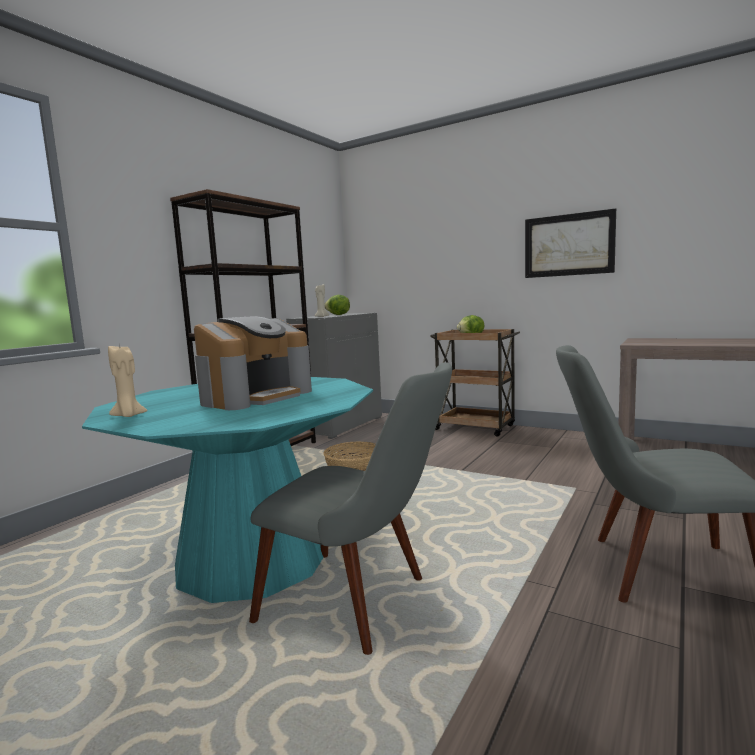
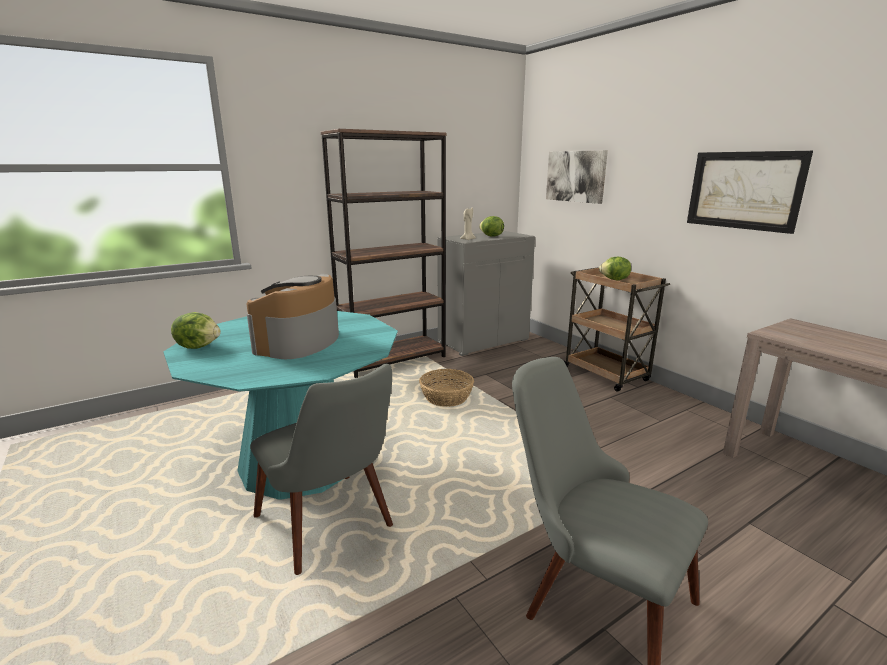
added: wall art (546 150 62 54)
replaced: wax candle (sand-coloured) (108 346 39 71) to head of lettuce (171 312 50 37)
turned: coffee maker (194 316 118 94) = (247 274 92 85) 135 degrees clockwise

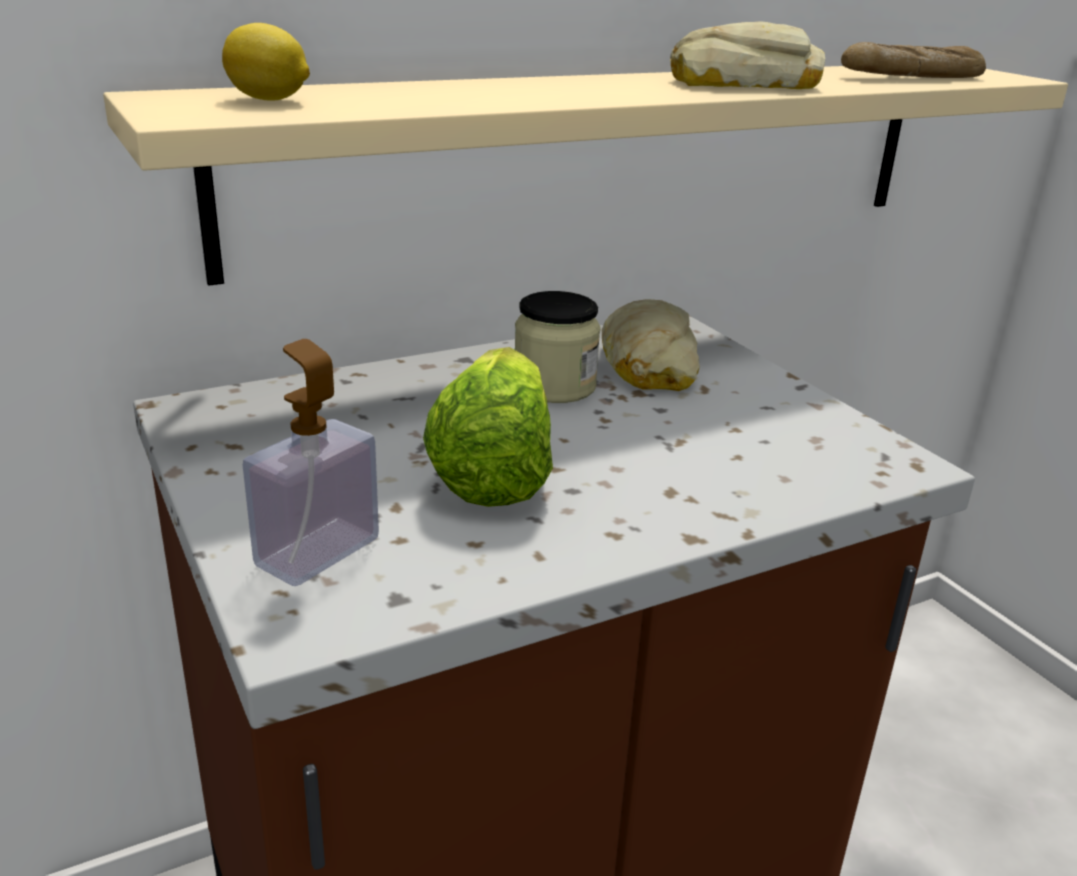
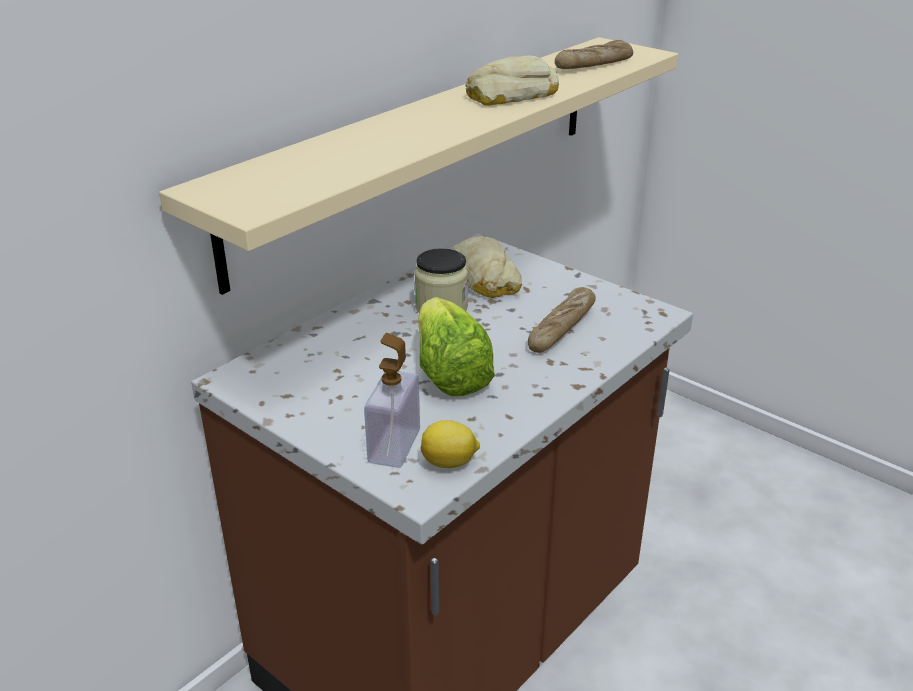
added: bakery bread (528 287 68 66)
moved: whole lemon (222 23 88 78) to (421 420 59 48)

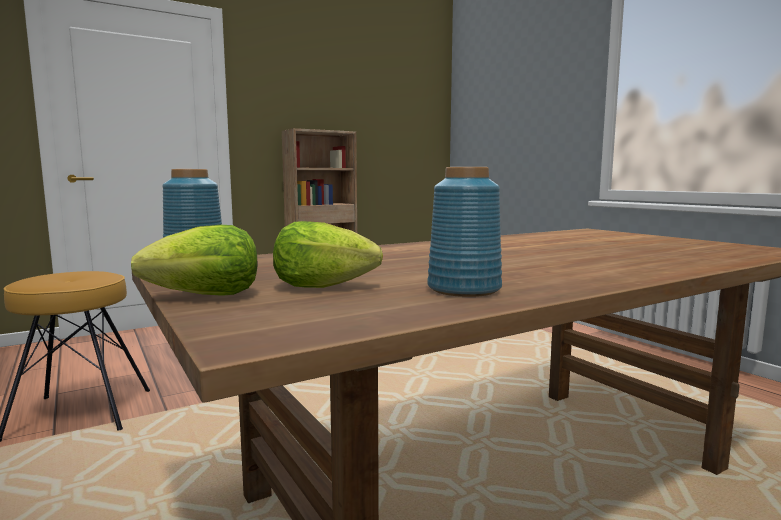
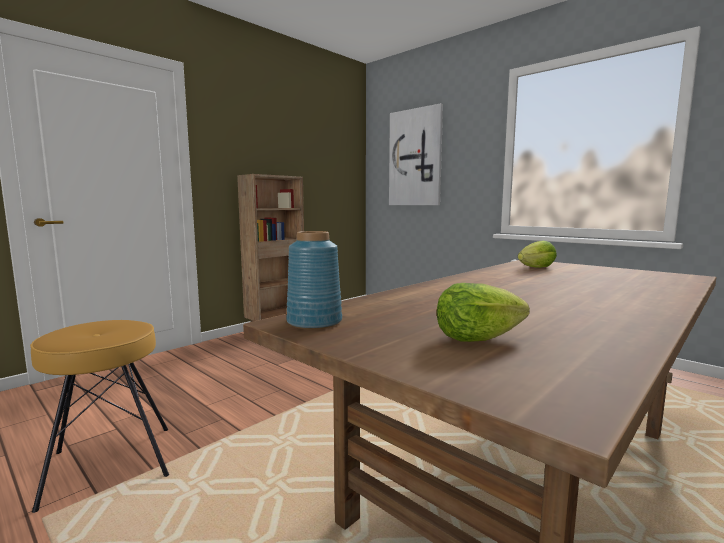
removed: decorative vase (blue) (427 167 75 130)
added: wall art (389 103 54 102)
moved: head of lettuce (131 225 127 71) to (518 241 39 27)

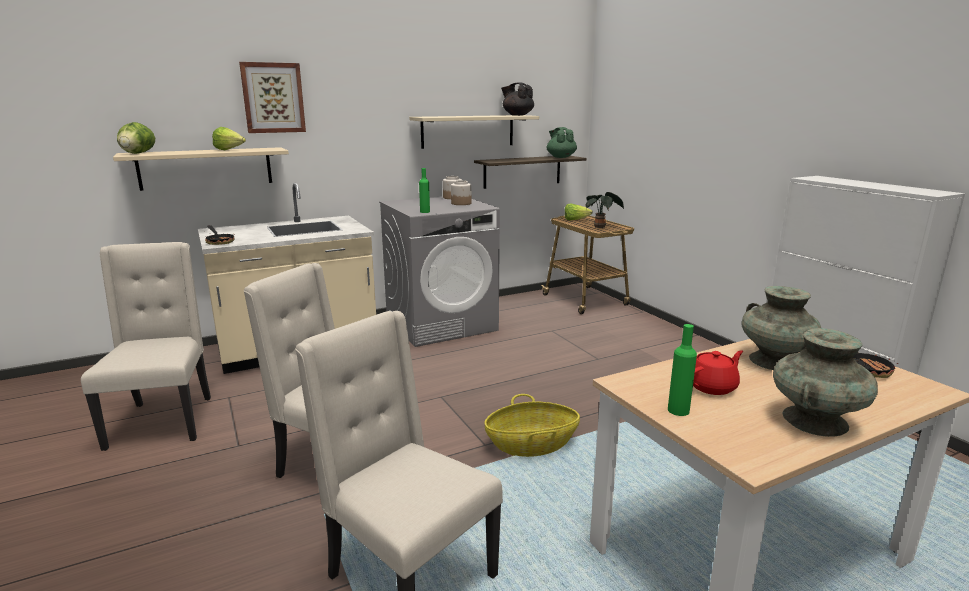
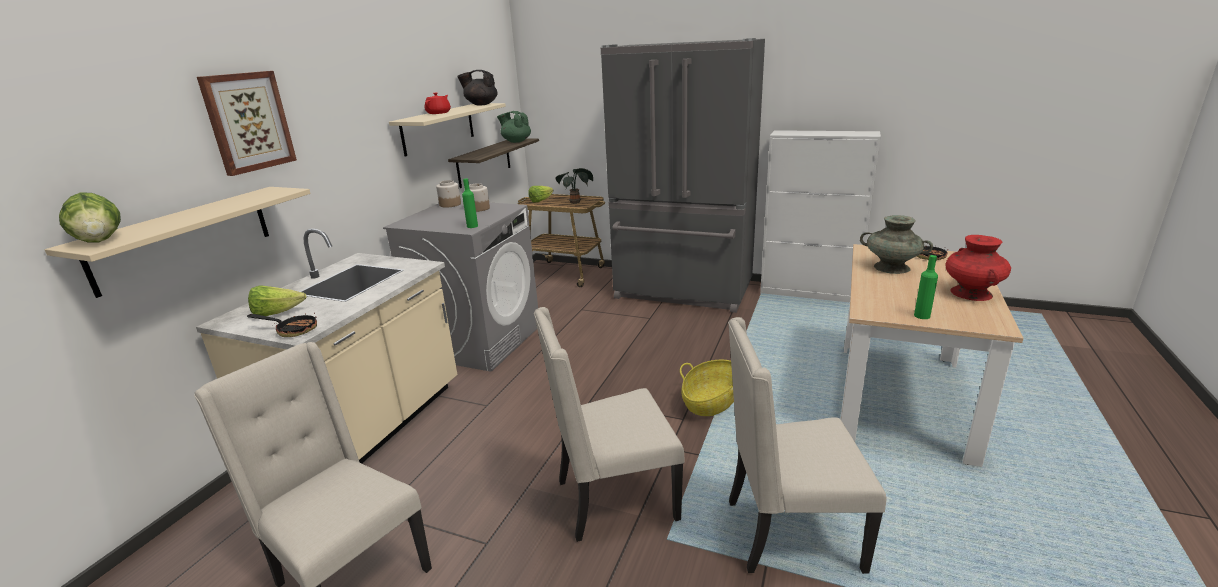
added: kitchen fridge (greyish) (601 38 164 275)
moved: head of lettuce (212 127 34 23) to (248 285 59 31); teapot (red-coloured) (693 350 50 45) to (425 93 26 21)
recoloured: decorative vase (turquoise-coloured) (773 328 105 109) to decorative vase (red-coloured) (946 235 65 66)

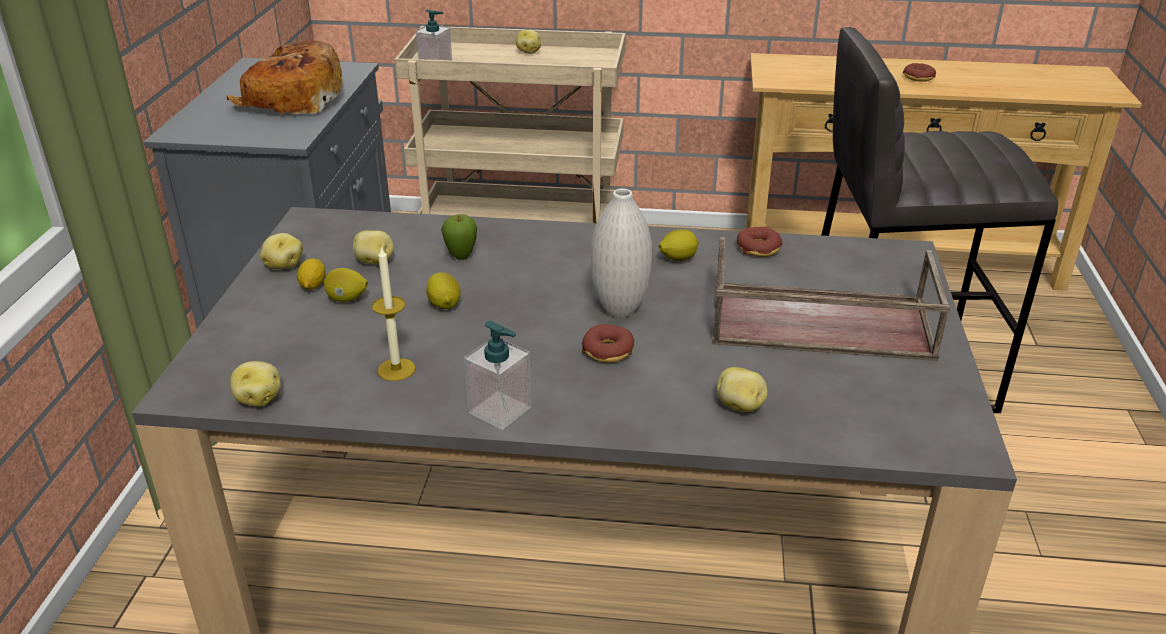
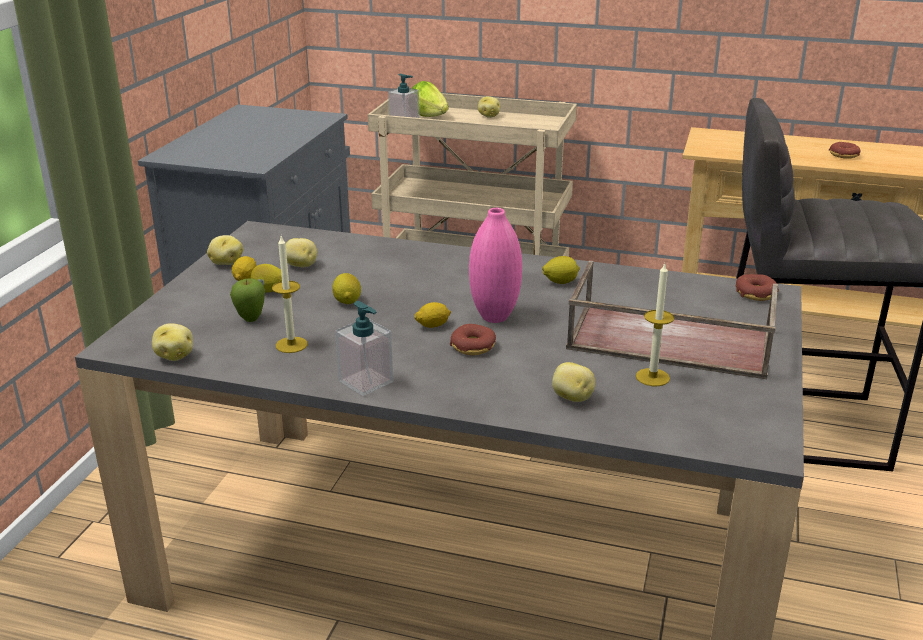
removed: bakery bread (227 40 116 75)
added: head of lettuce (412 81 37 36); whole lemon (414 302 37 26); wax candle (636 263 38 123)
moved: apple fruit (441 214 36 46) to (230 279 35 43); doughnut (737 227 46 30) to (736 274 43 27)
recoloured: decorative vase (white-coloured) (591 188 61 130) to decorative vase (pink-coloured) (469 208 53 115)

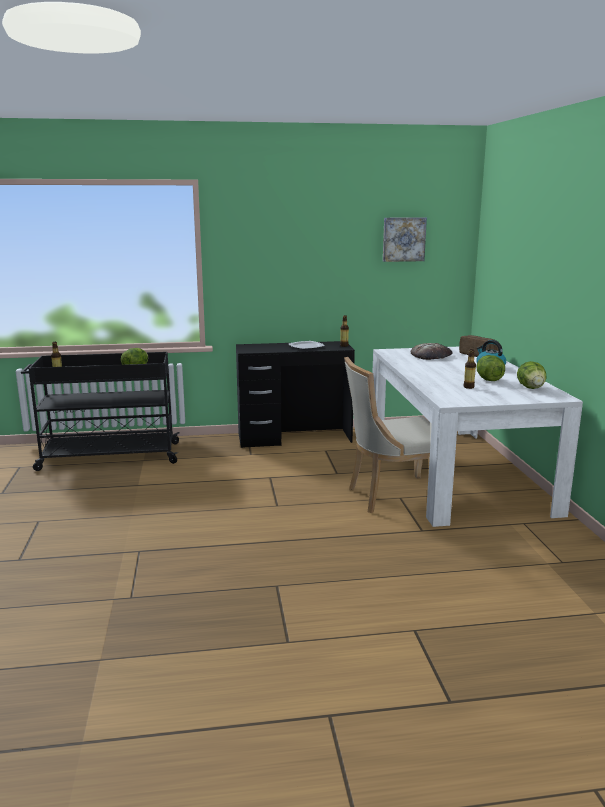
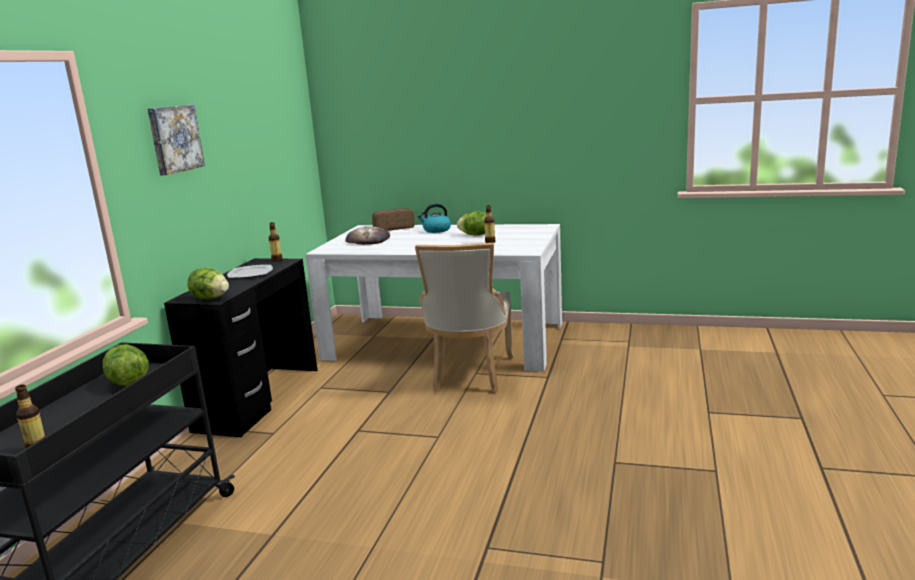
moved: wall art (383 217 44 45) to (148 104 57 71); head of lettuce (517 361 30 28) to (187 268 42 31)

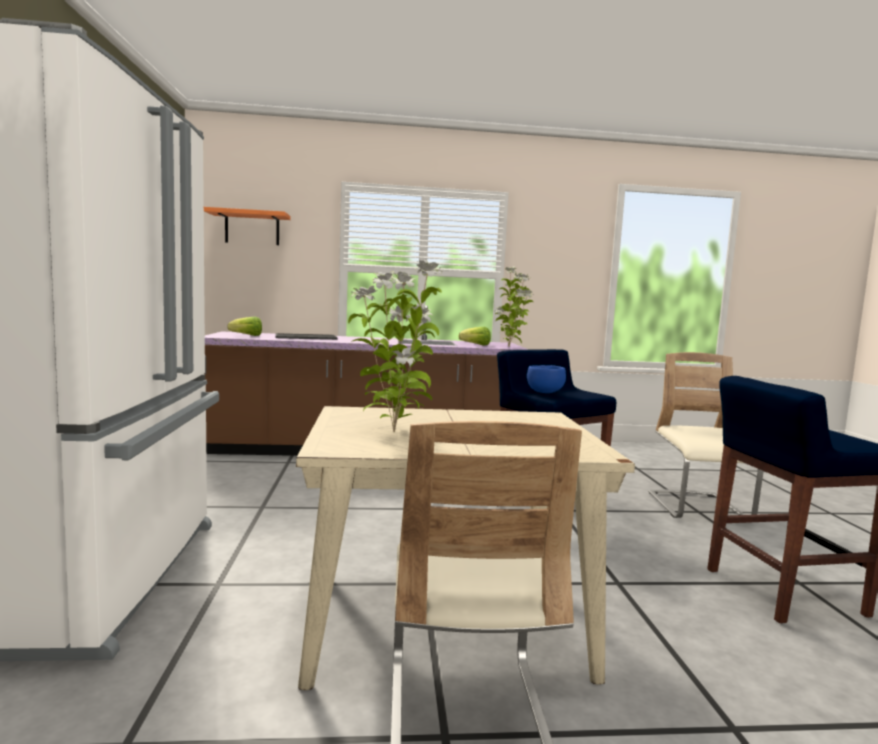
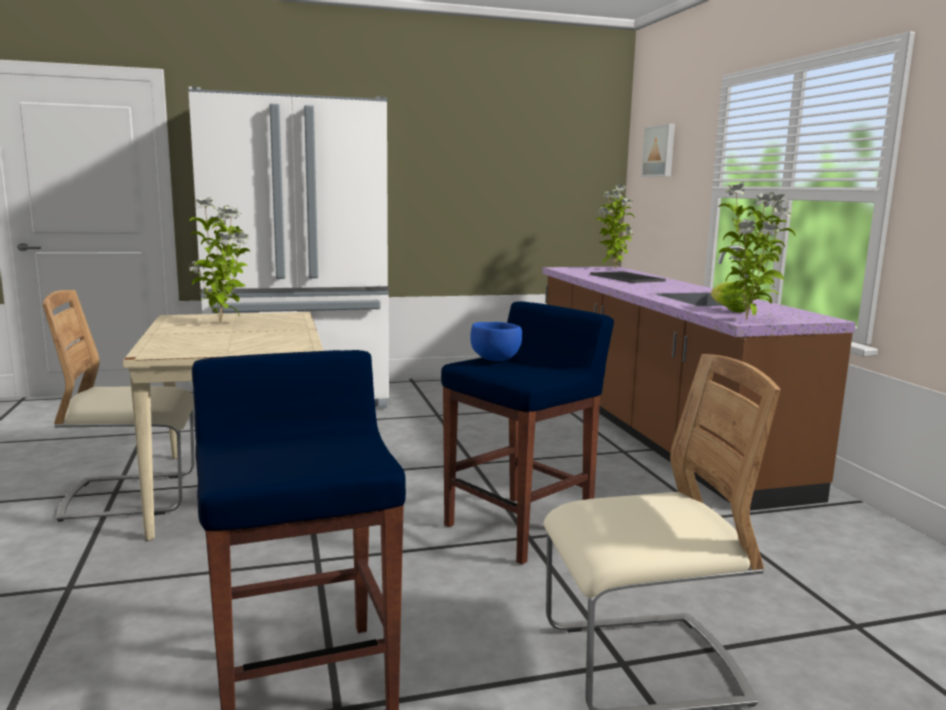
removed: head of lettuce (227 317 35 19)
added: houseplant (596 184 38 85)
replaced: wall shelf (orange) (204 207 87 38) to wall art (641 123 34 54)

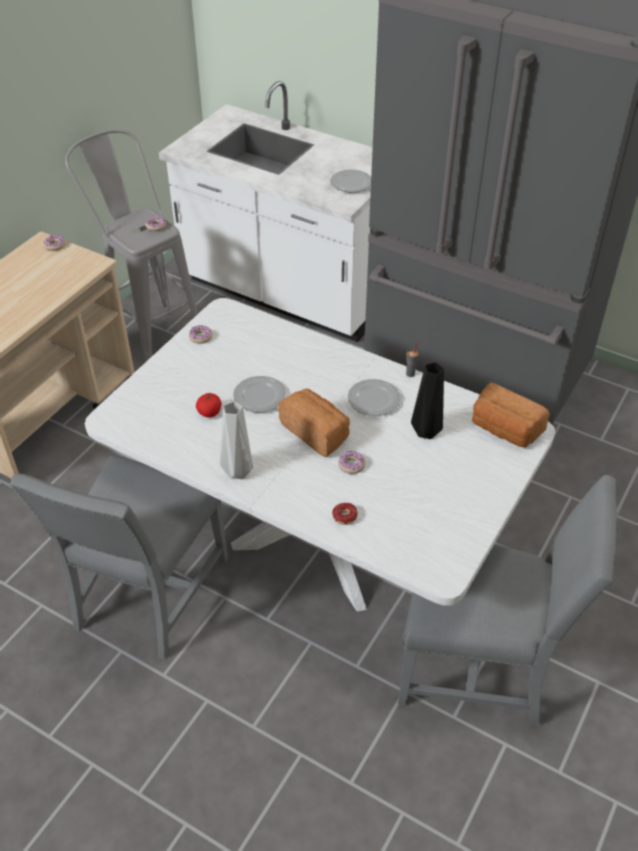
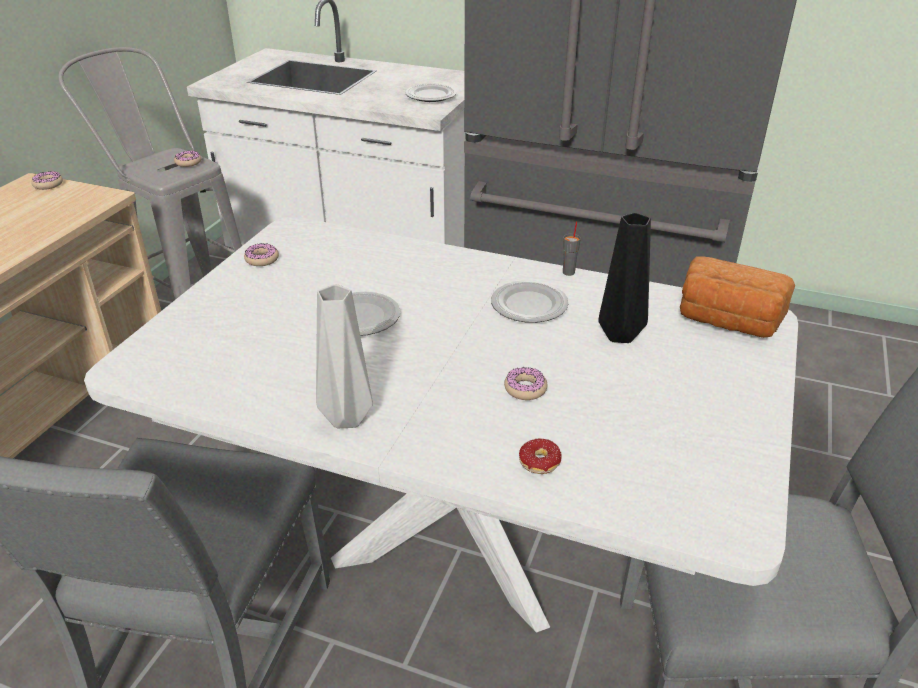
removed: whole tomato (196 392 26 26); bakery bread (278 389 72 68)

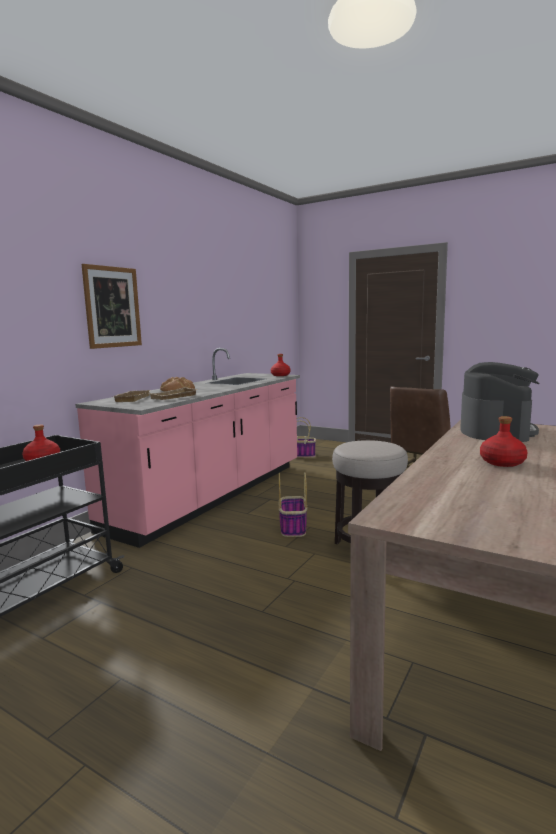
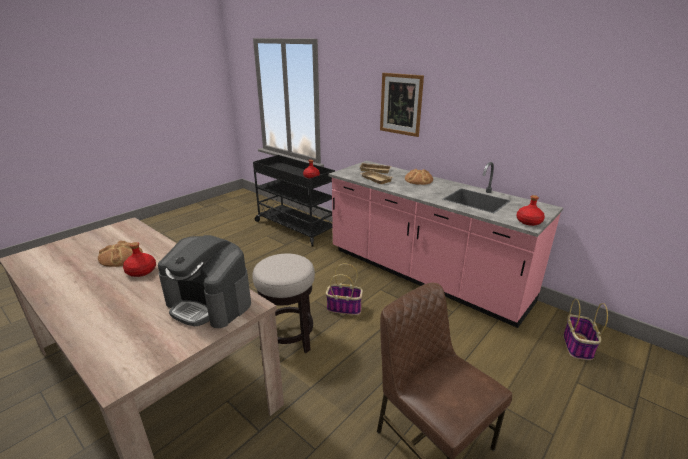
added: bakery bread (98 241 45 26)

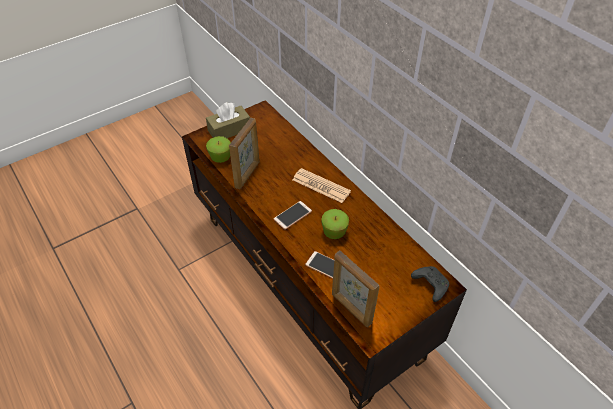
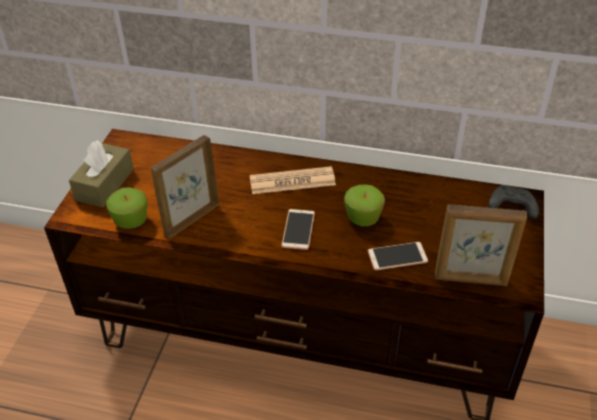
turned: picture frame (229 118 31 71) = (151 135 68 104) 120 degrees counterclockwise

